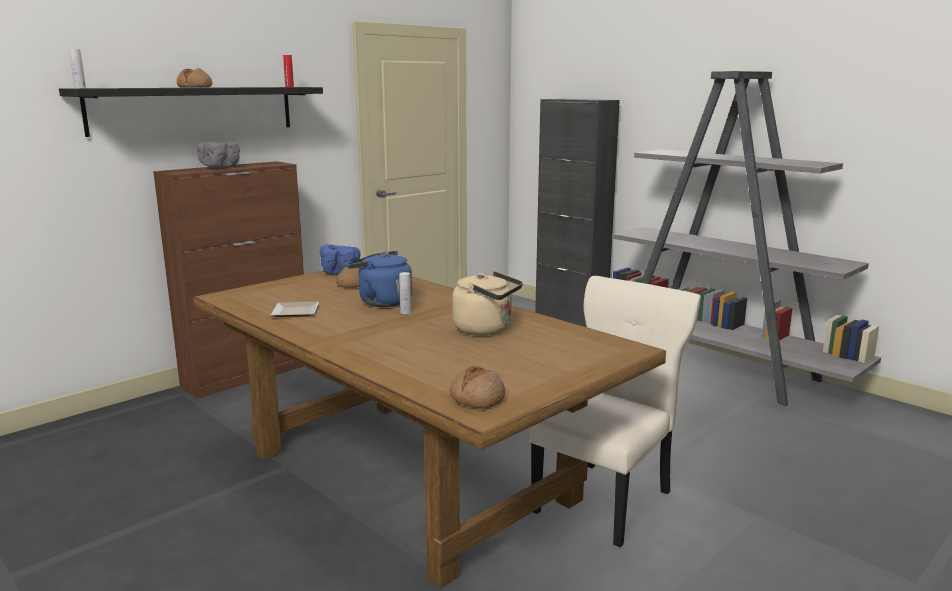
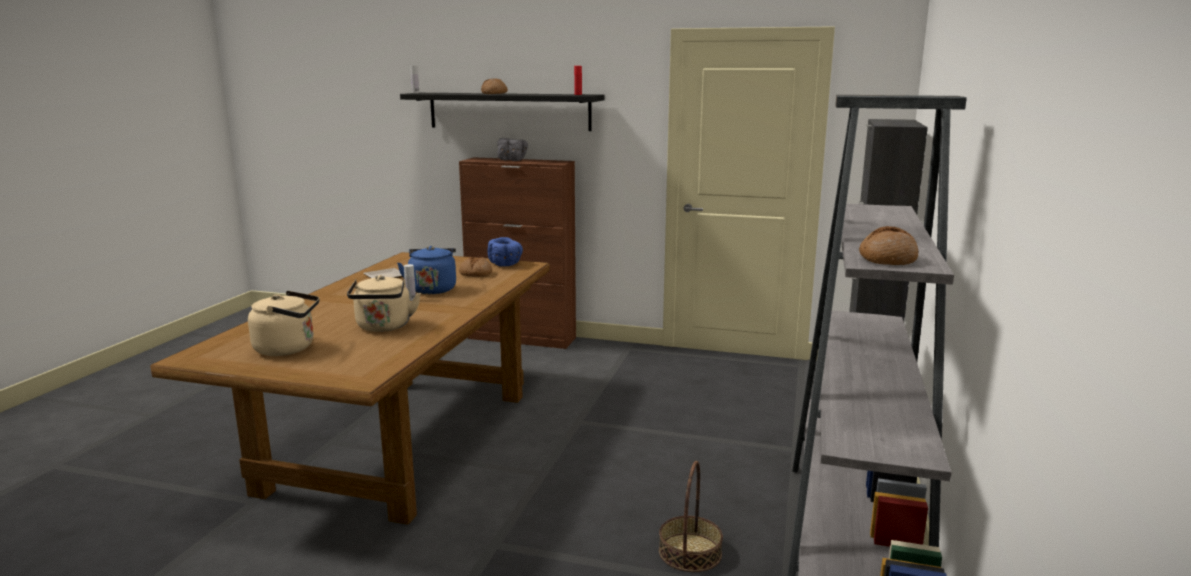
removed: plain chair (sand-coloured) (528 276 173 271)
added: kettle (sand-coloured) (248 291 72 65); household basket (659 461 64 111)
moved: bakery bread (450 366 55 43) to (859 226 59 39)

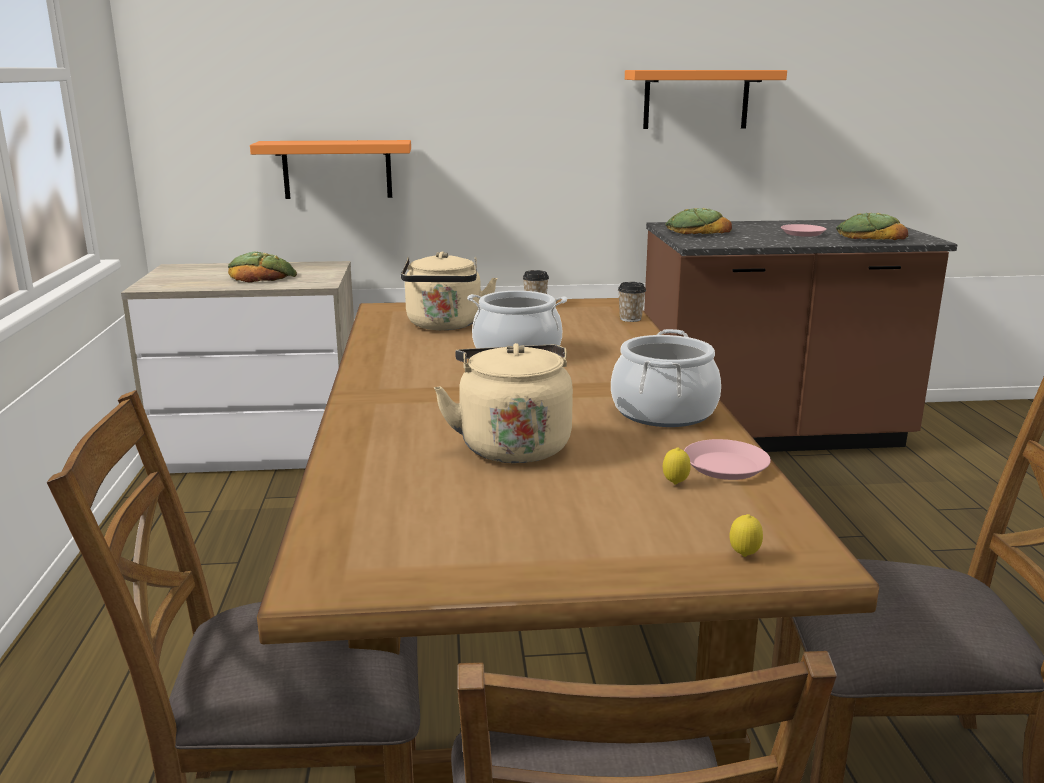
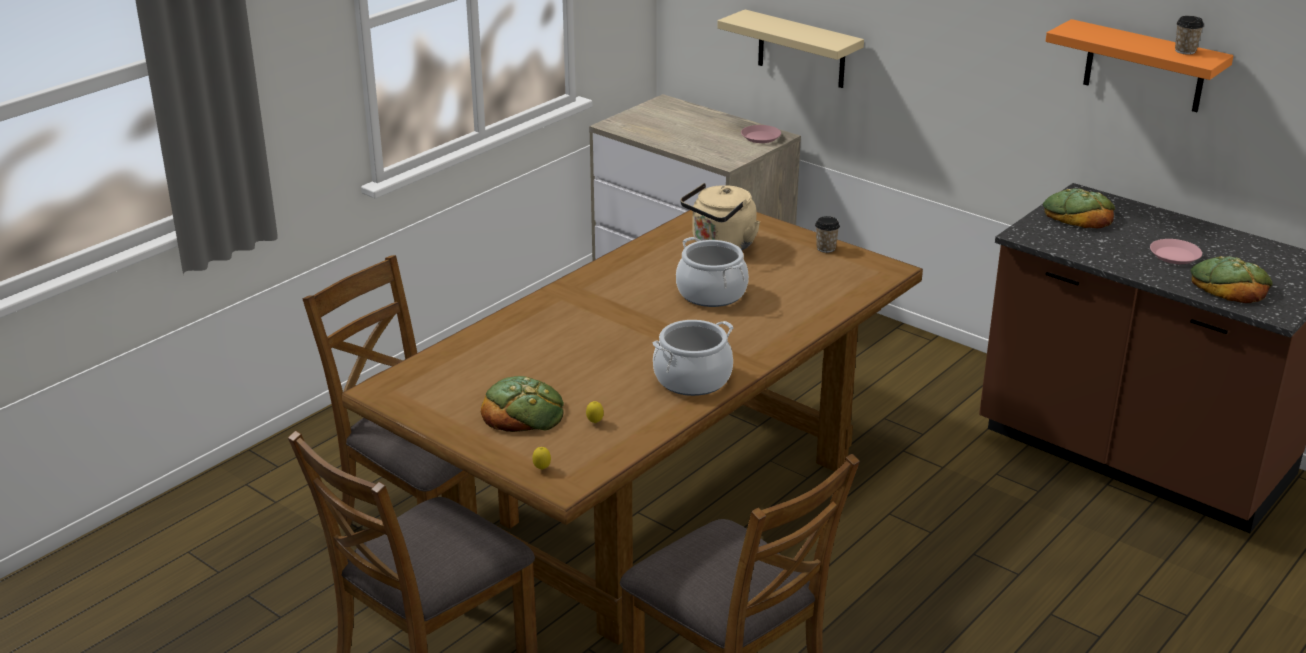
removed: kettle (sand-coloured) (434 343 139 120)
moved: bakery bread (228 251 69 31) to (481 376 83 56); cup (618 282 28 40) to (1175 16 29 39); dinner plate (pink-coloured) (684 439 87 41) to (741 125 40 18)
recoloured: wall shelf (orange) (250 140 161 59) to wall shelf (sand-coloured) (717 9 147 79)

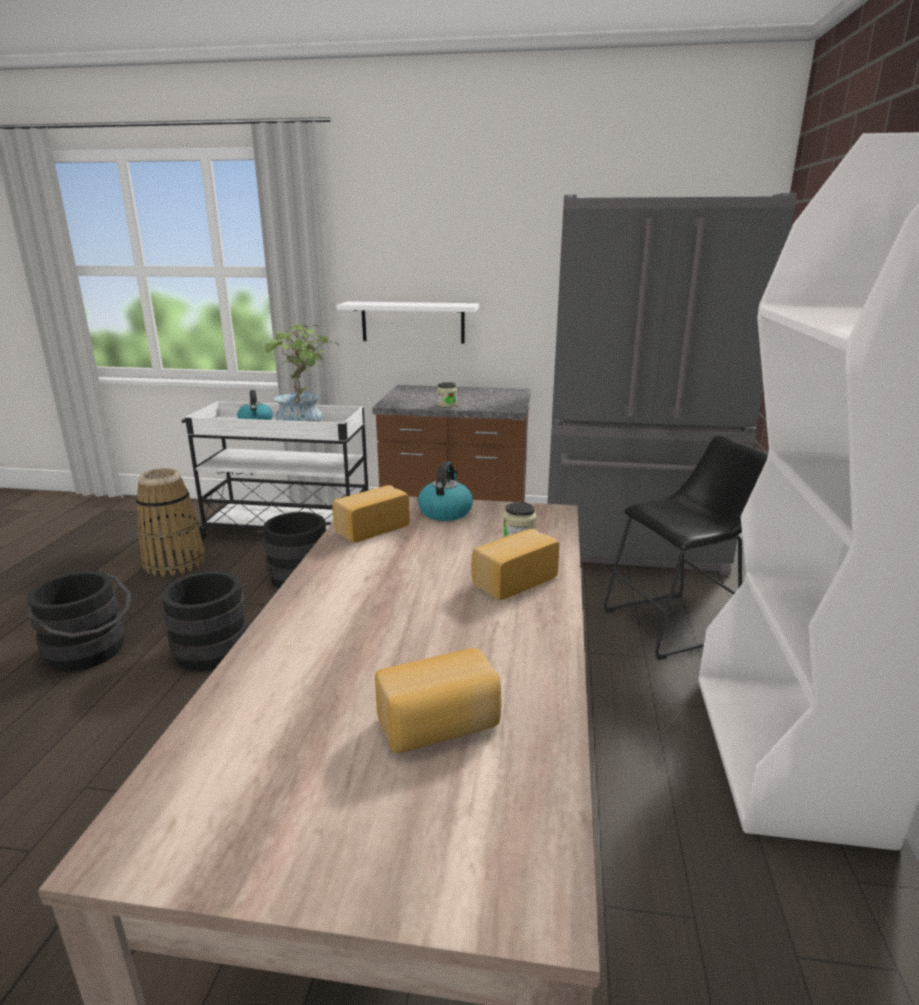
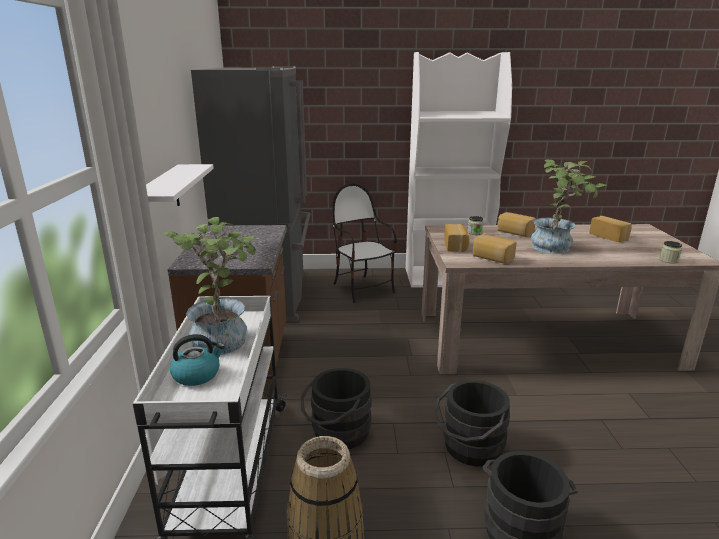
added: houseplant (531 160 75 94)
moved: storage jar (437 382 20 25) to (659 241 23 23)
replaced: kettle (418 461 55 60) to bakery bread (444 224 26 28); sitting stool (black) (604 436 164 224) to plain chair (333 183 64 120)

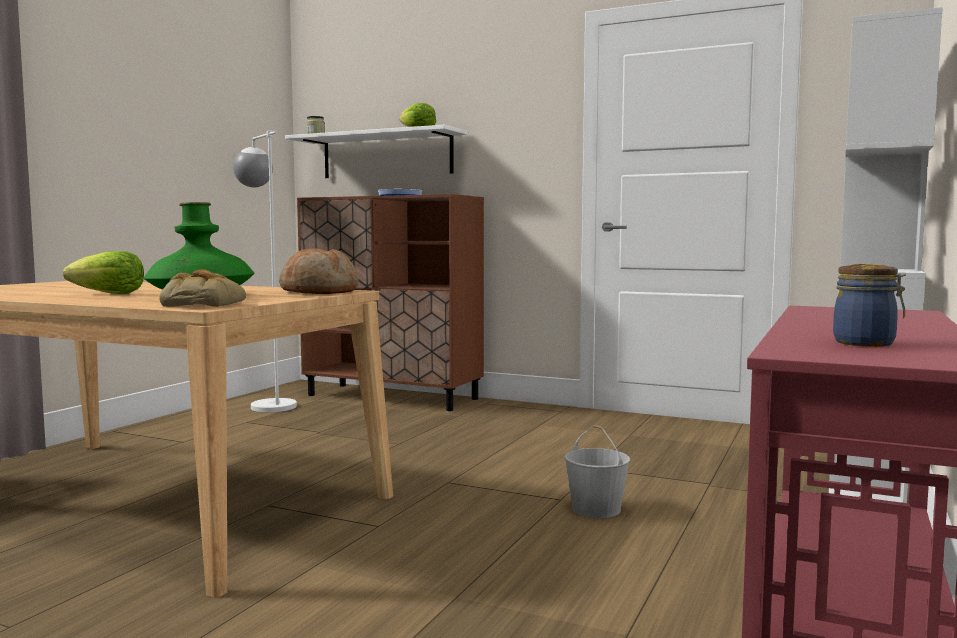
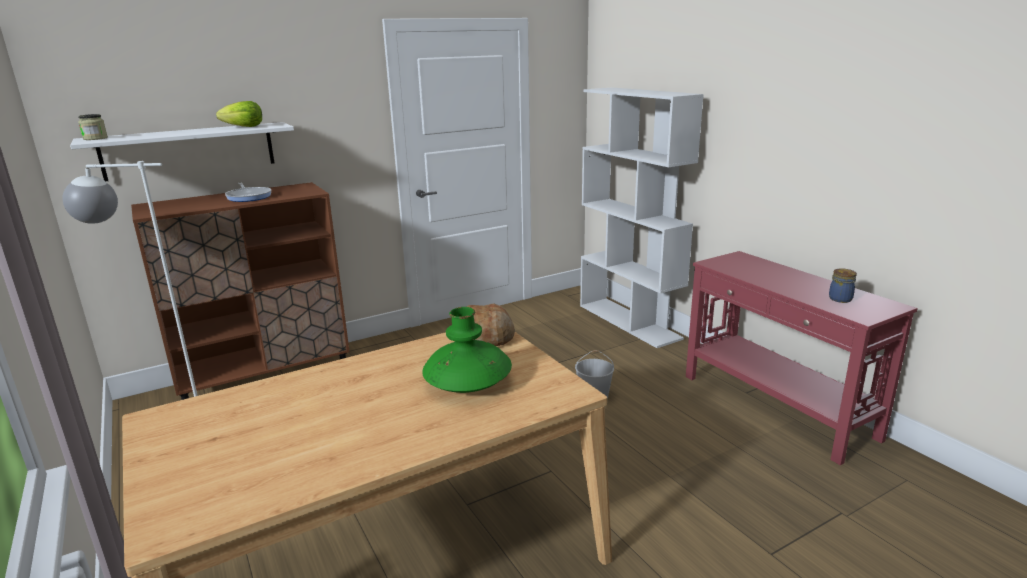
removed: head of lettuce (63 251 81 43); bakery bread (159 269 87 38)

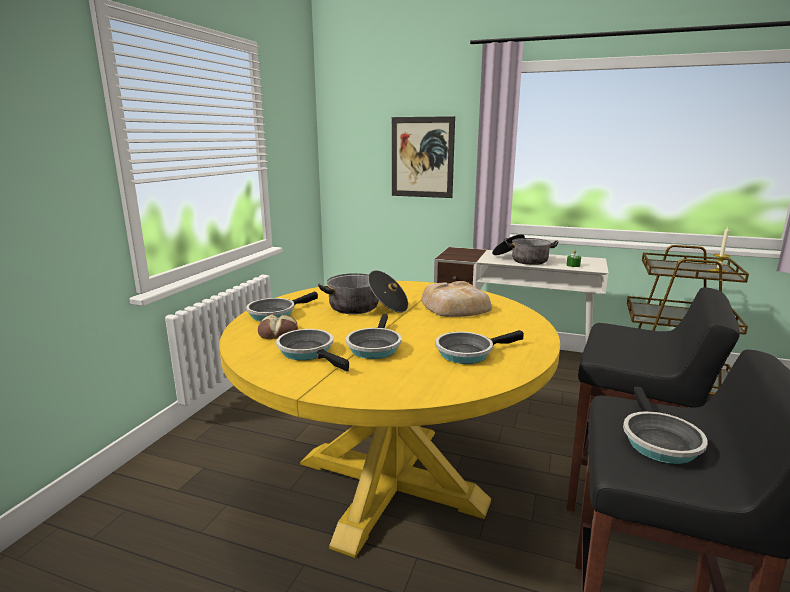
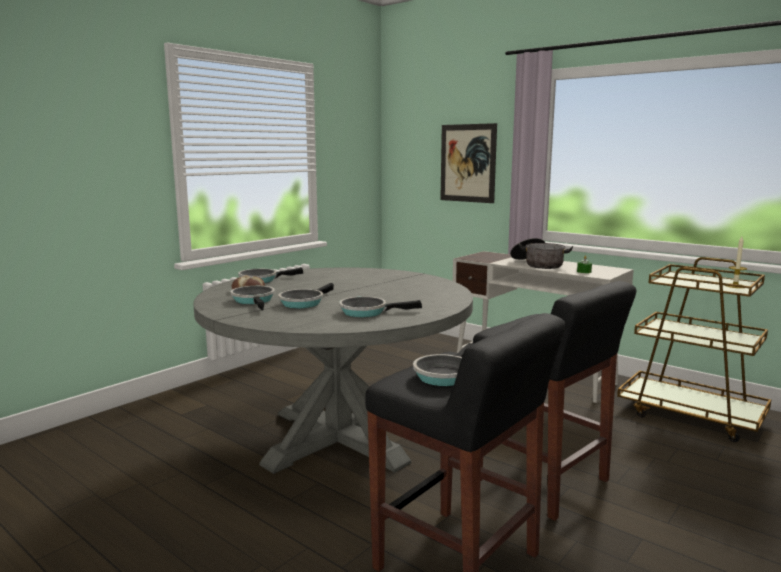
removed: cooking pot (318 270 90 44); bakery bread (421 281 71 36)
recoloured: dining table (yellow-coloured) (219 281 341 277) to dining table (greyish) (193 267 280 207)

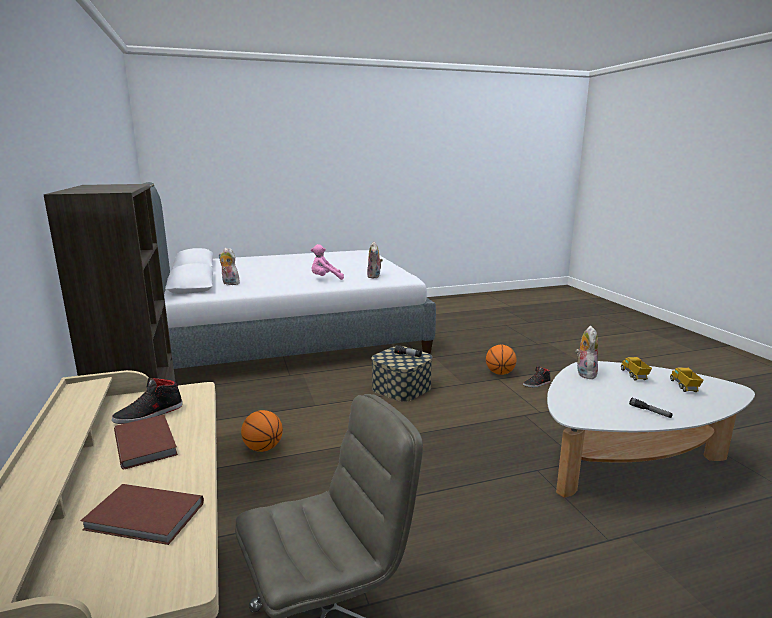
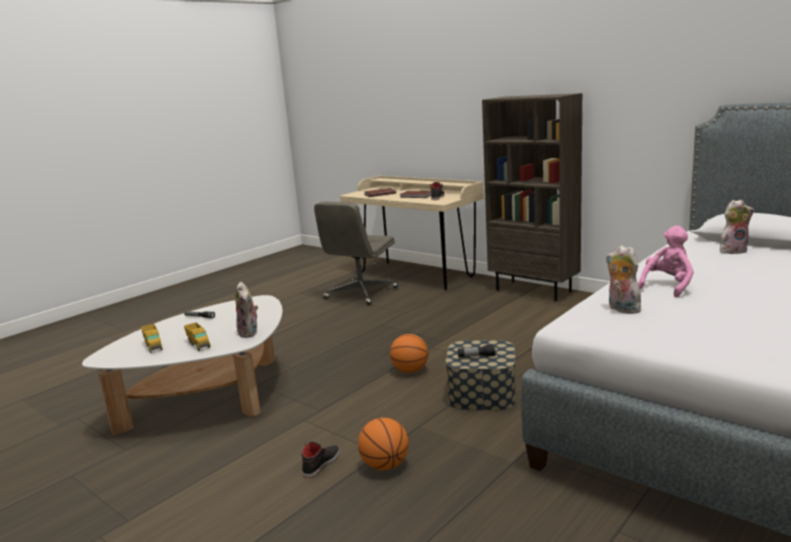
moved: ball for basketball (241 410 42 42) to (390 334 38 39)

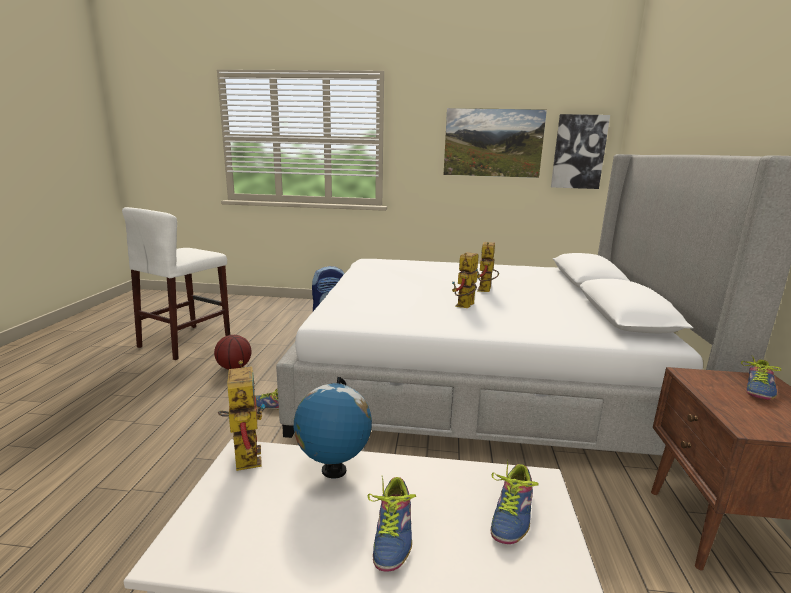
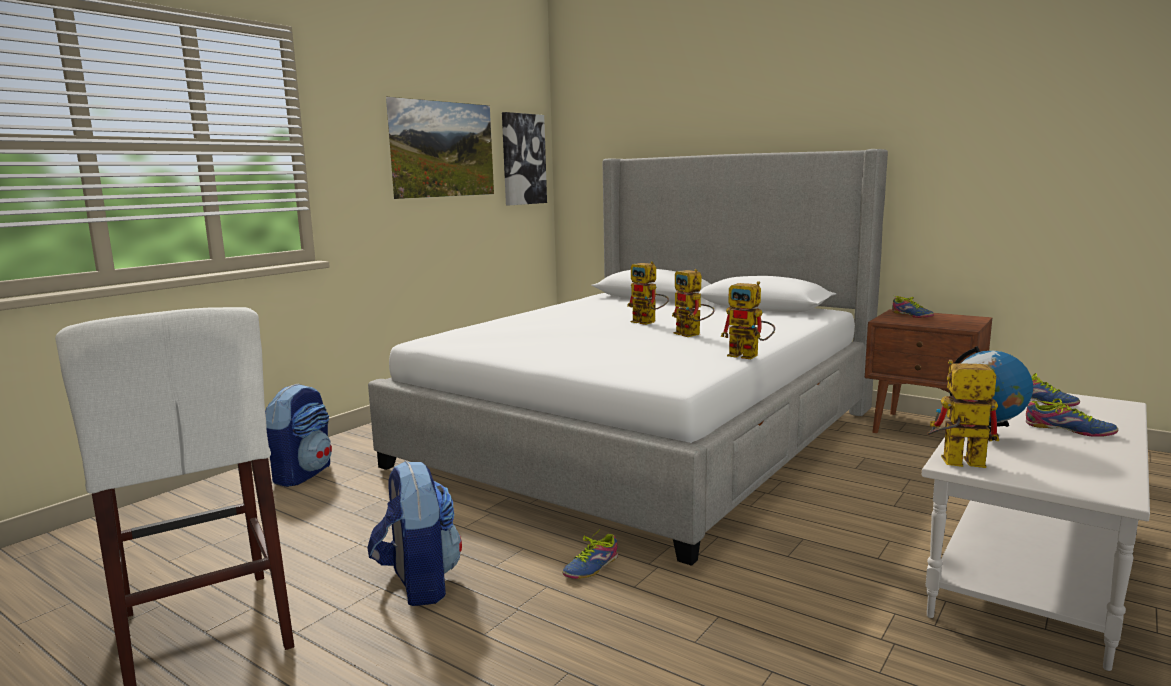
added: toy robot (721 281 54 78)
replaced: ball for basketball (214 335 38 35) to backpack (367 461 95 145)

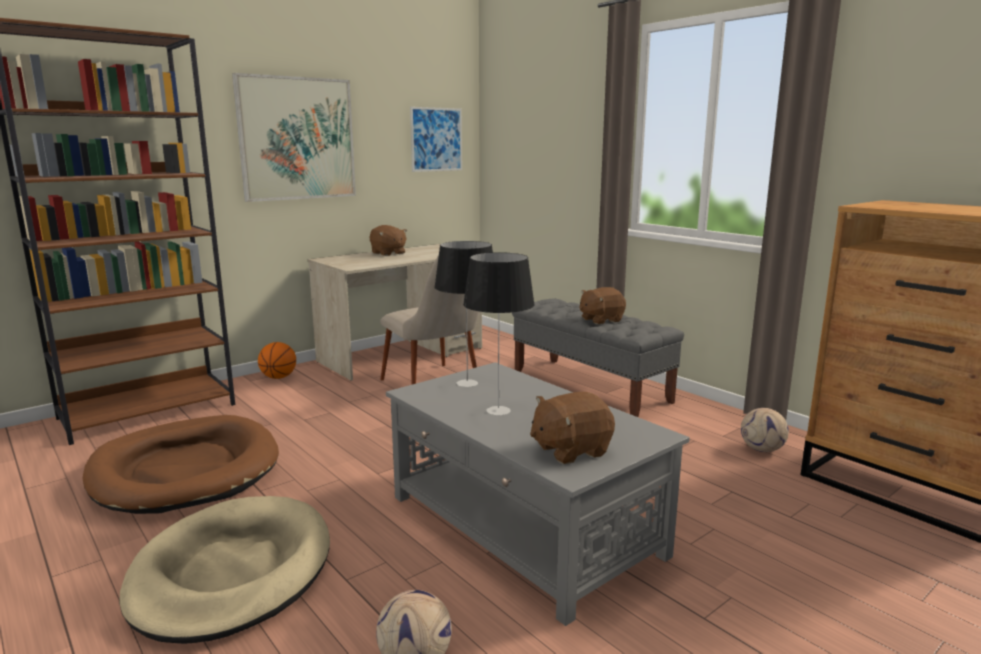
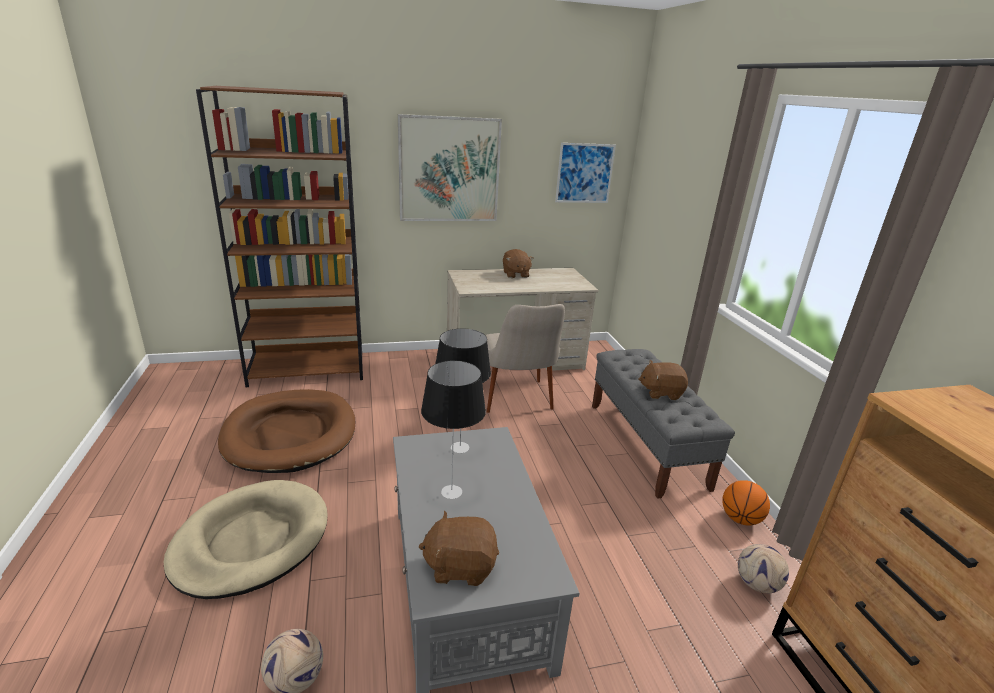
moved: ball for basketball (258 342 38 37) to (722 480 48 46)

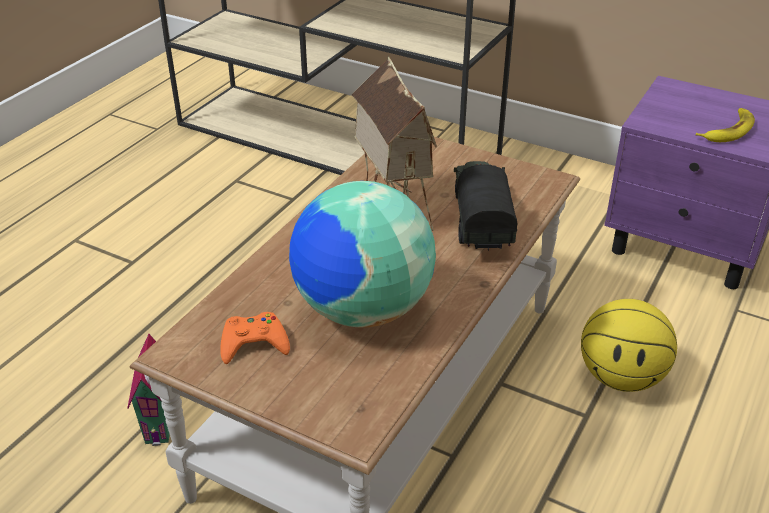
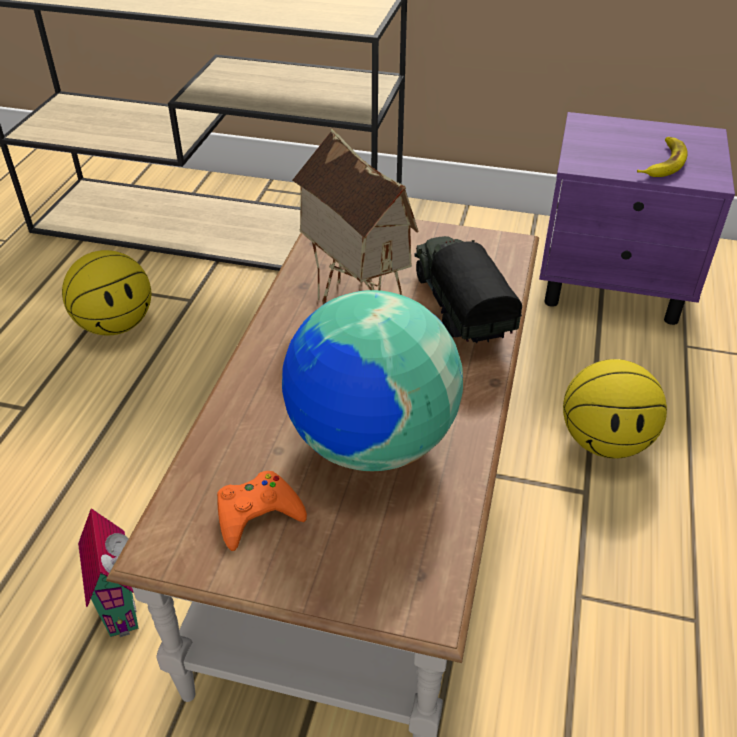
added: ball for basketball (62 250 89 86)

